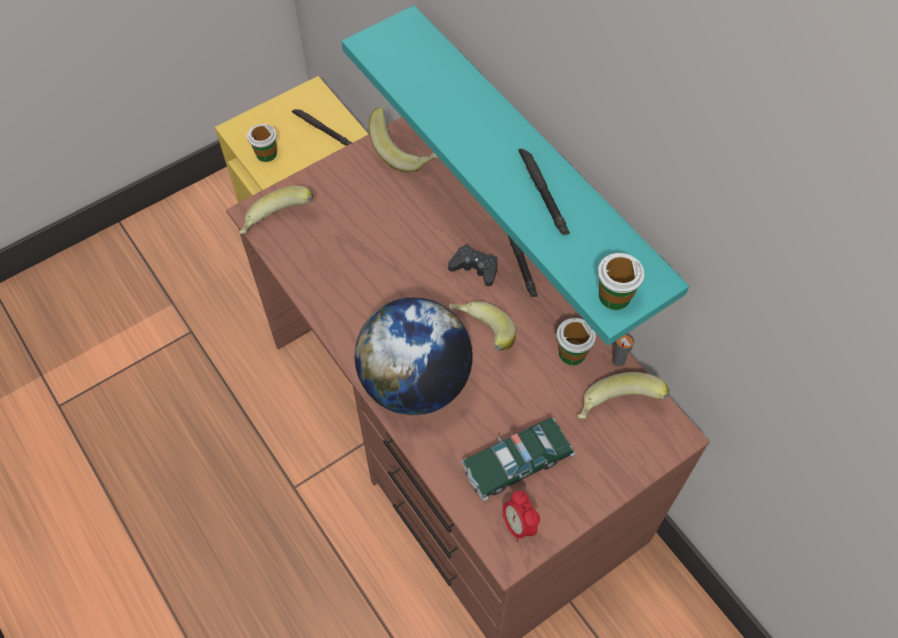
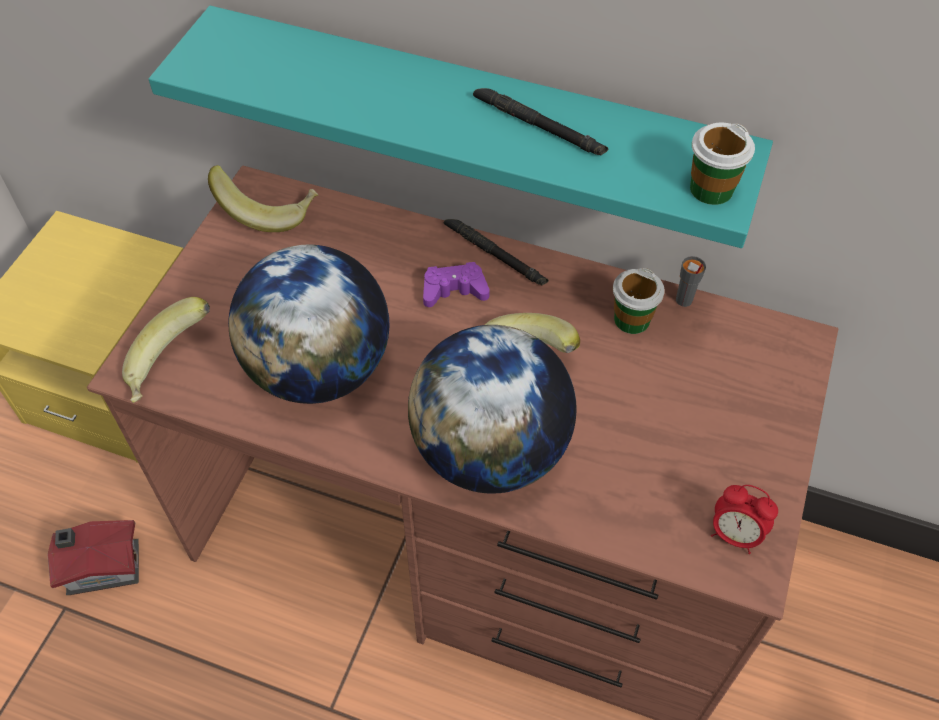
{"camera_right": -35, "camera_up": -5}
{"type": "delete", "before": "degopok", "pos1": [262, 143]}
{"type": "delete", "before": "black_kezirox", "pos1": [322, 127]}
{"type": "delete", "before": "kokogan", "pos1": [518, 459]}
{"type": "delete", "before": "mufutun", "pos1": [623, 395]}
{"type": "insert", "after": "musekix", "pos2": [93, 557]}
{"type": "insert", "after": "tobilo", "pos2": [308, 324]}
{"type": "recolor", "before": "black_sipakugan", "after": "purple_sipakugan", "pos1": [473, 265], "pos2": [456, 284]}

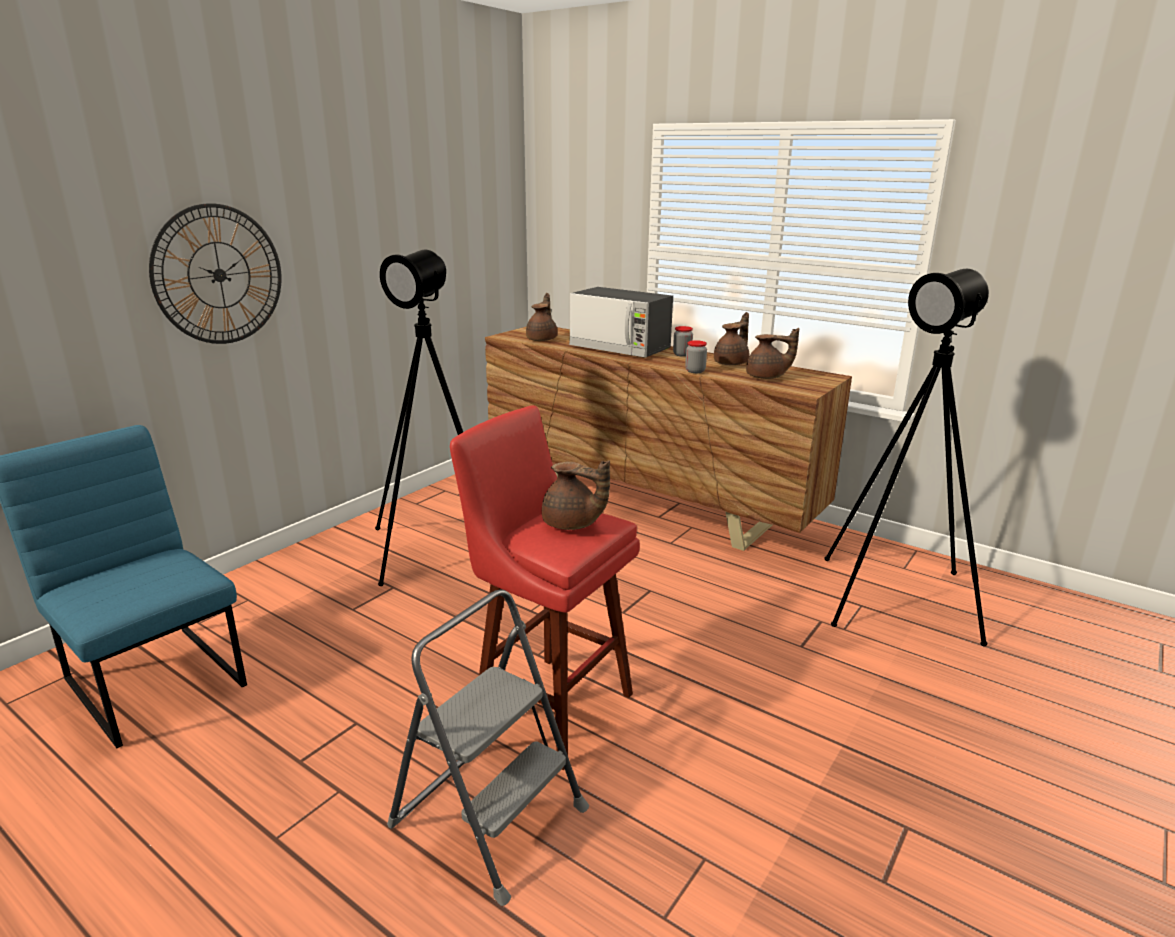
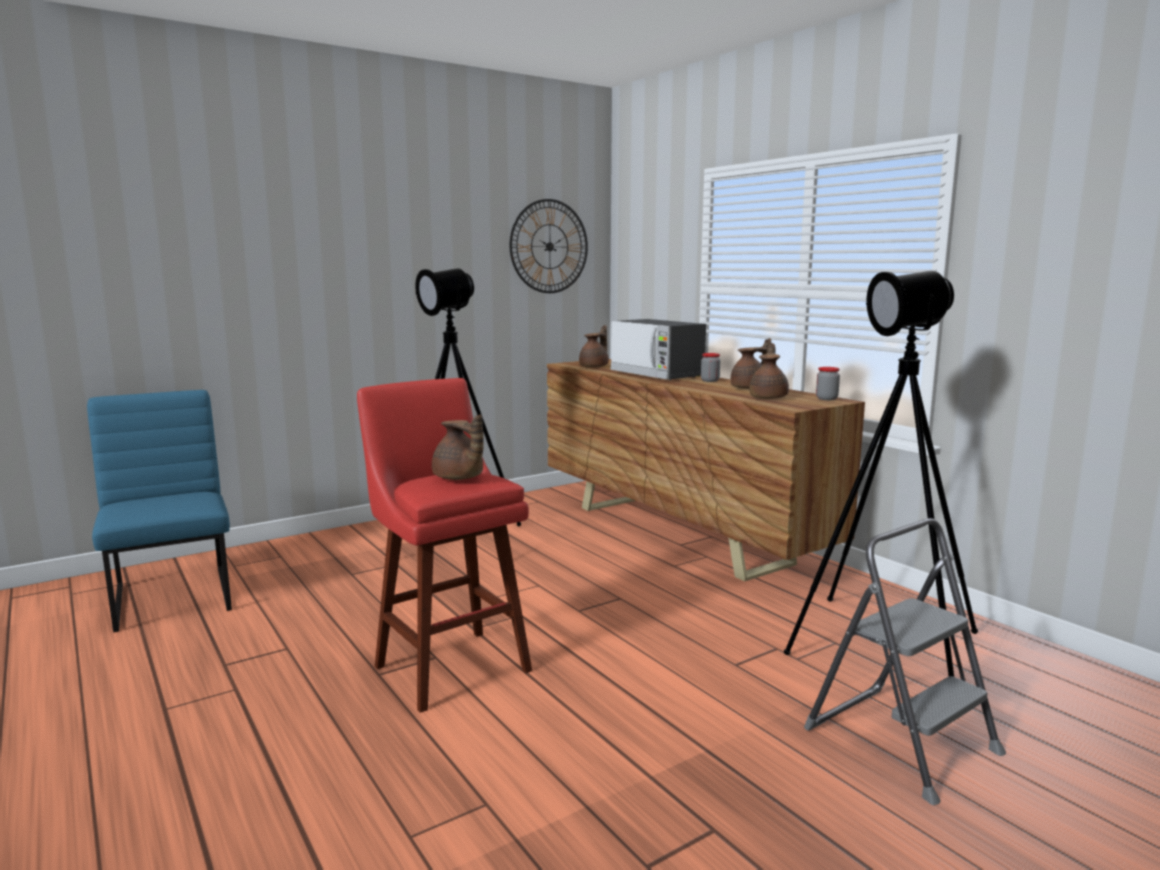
{"camera_right": 20, "camera_up": -10}
{"type": "move", "before": "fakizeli", "pos1": [215, 273], "pos2": [548, 246]}
{"type": "move", "before": "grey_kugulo", "pos1": [488, 747], "pos2": [905, 661]}
{"type": "move", "before": "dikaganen", "pos1": [696, 356], "pos2": [828, 383]}
{"type": "rotate", "before": "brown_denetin", "pos1": [772, 353], "pos2": [769, 371], "turn": -105}

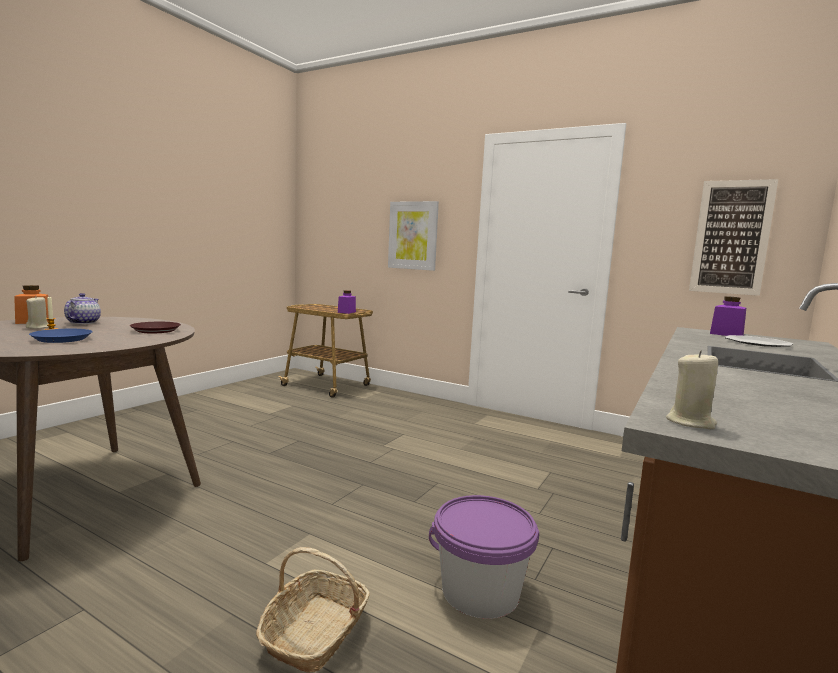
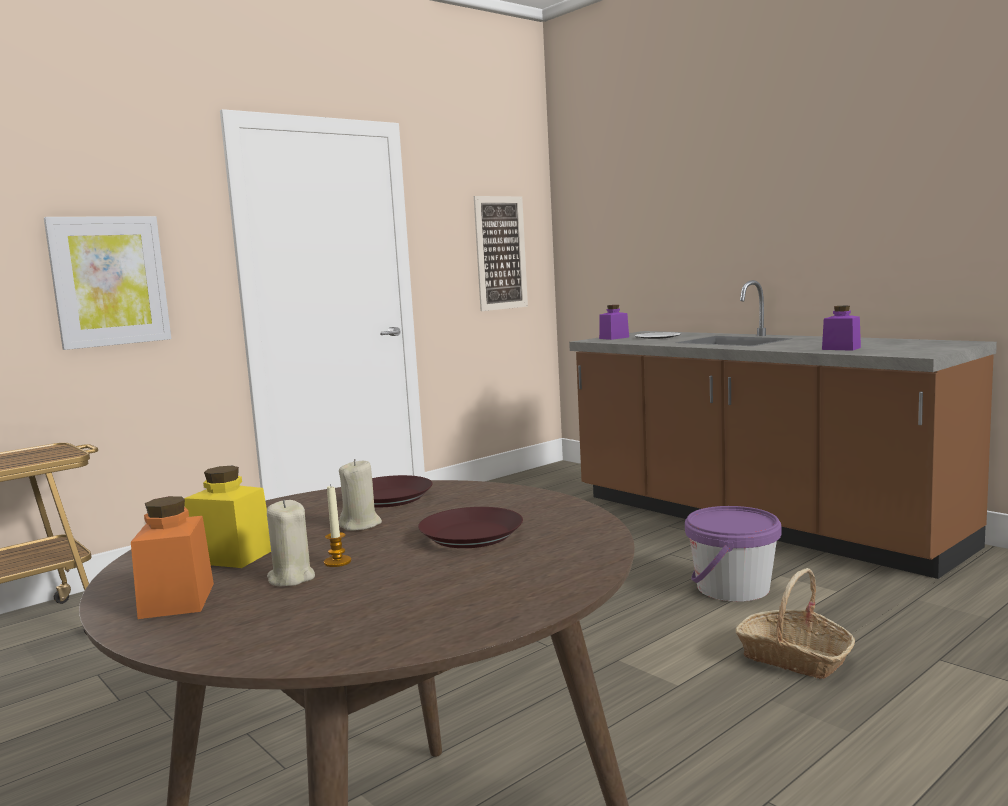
{"camera_right": -70, "camera_up": 0}
{"type": "move", "before": "purple_dikaganen", "pos1": [347, 302], "pos2": [841, 328]}
{"type": "move", "before": "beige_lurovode", "pos1": [692, 389], "pos2": [360, 495]}
{"type": "replace", "before": "denetin", "after": "yellow_dikaganen", "pos1": [82, 308], "pos2": [227, 517]}
{"type": "recolor", "before": "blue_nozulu", "after": "brown_nozulu", "pos1": [61, 336], "pos2": [470, 527]}

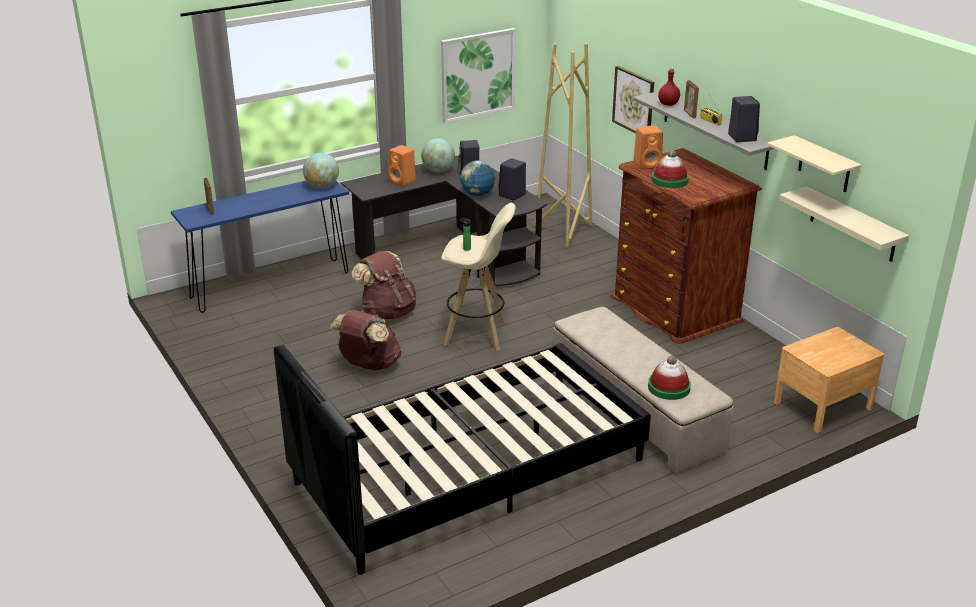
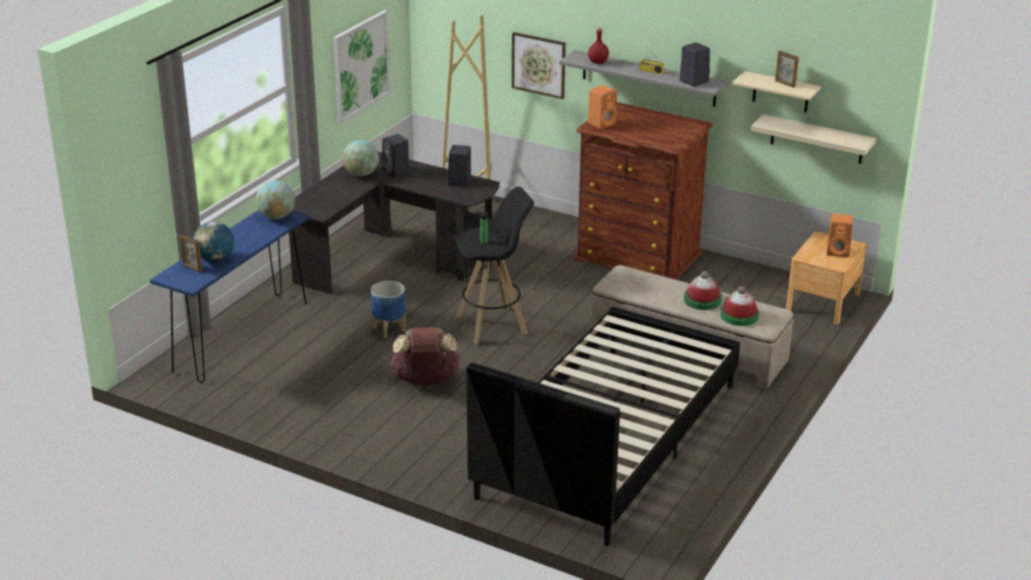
{"camera_right": -30, "camera_up": 0}
{"type": "move", "before": "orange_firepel", "pos1": [402, 165], "pos2": [839, 235]}
{"type": "move", "before": "tobilo", "pos1": [477, 178], "pos2": [214, 241]}
{"type": "move", "before": "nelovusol", "pos1": [670, 169], "pos2": [703, 290]}
{"type": "move", "before": "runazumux", "pos1": [691, 99], "pos2": [787, 69]}
{"type": "replace", "before": "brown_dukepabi", "after": "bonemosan", "pos1": [384, 285], "pos2": [388, 309]}
{"type": "recolor", "before": "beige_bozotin", "after": "black_bozotin", "pos1": [478, 277], "pos2": [495, 266]}

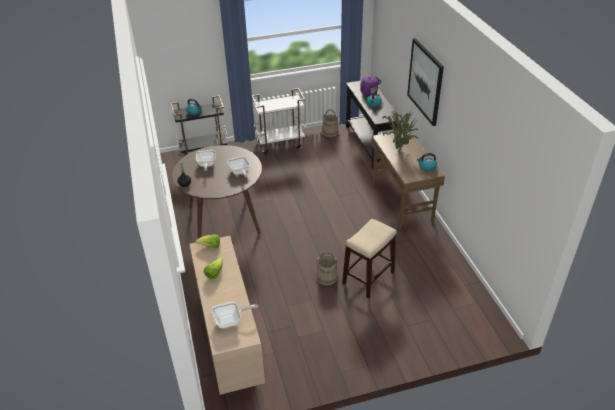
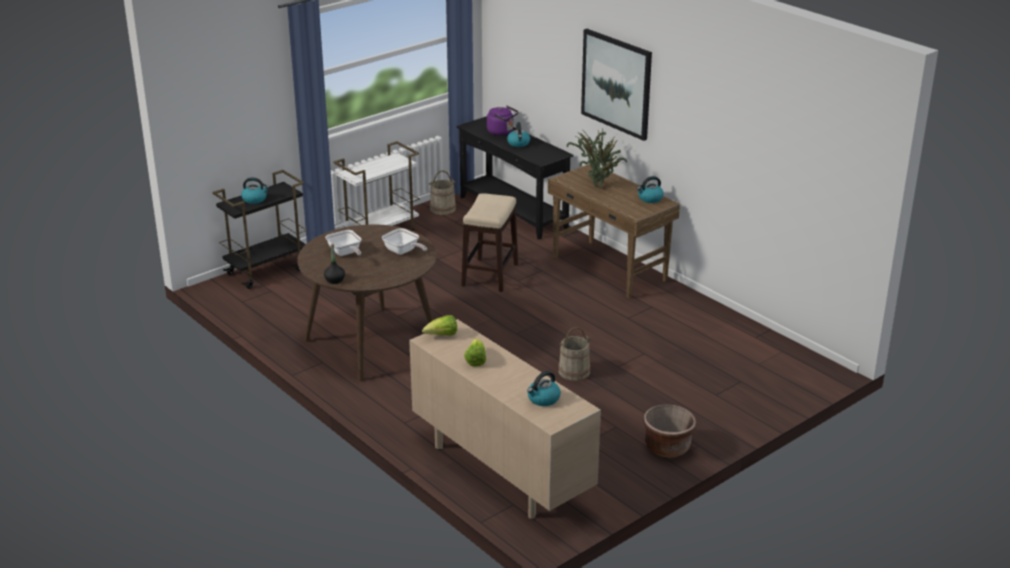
{"camera_right": -25, "camera_up": -10}
{"type": "insert", "after": "brown_bonemosan", "pos2": [670, 431]}
{"type": "move", "before": "bozotin", "pos1": [369, 259], "pos2": [489, 242]}
{"type": "replace", "before": "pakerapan", "after": "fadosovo", "pos1": [235, 315], "pos2": [544, 388]}

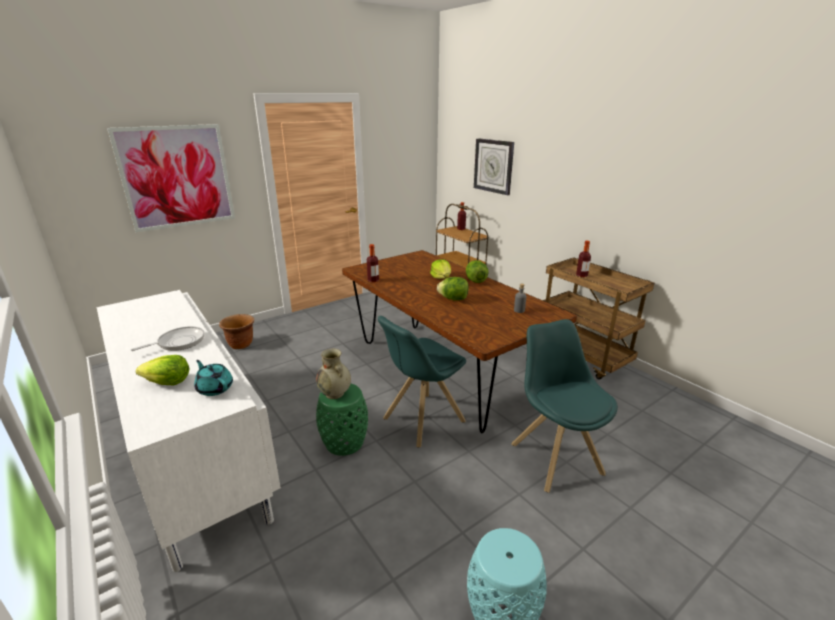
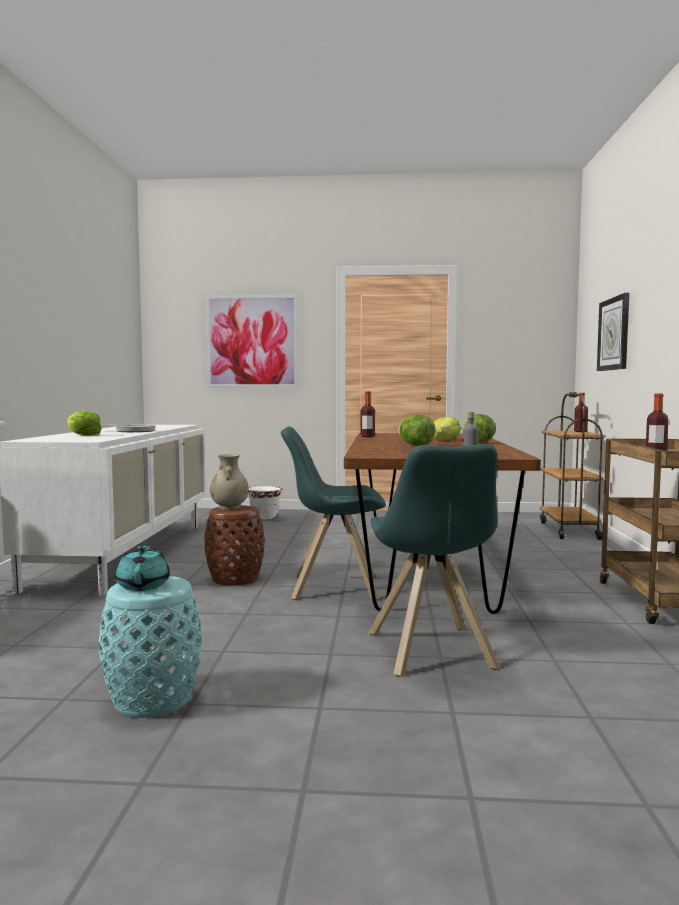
{"camera_right": 40, "camera_up": -20}
{"type": "move", "before": "turquoise_denetin", "pos1": [213, 378], "pos2": [143, 567]}
{"type": "recolor", "before": "brown_bonemosan", "after": "white_bonemosan", "pos1": [236, 331], "pos2": [265, 503]}
{"type": "recolor", "before": "green_bozotin", "after": "brown_bozotin", "pos1": [342, 420], "pos2": [234, 545]}
{"type": "rotate", "before": "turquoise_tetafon", "pos1": [564, 406], "pos2": [433, 560], "turn": 150}

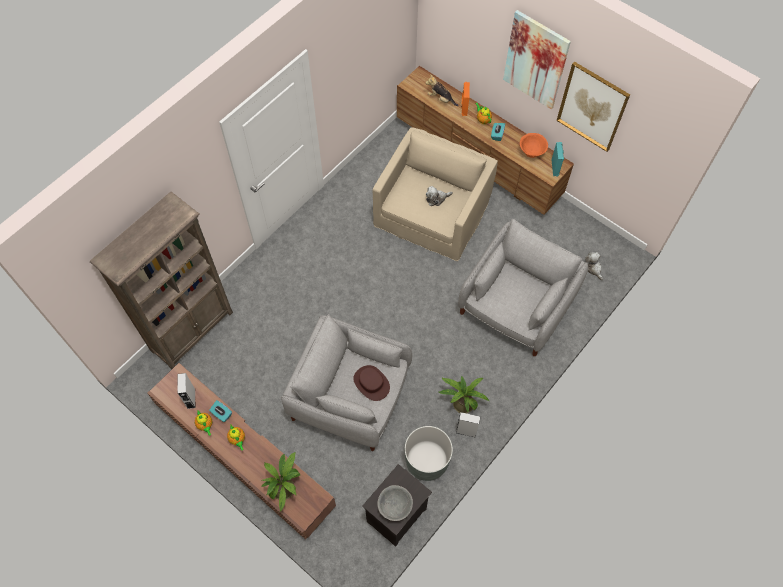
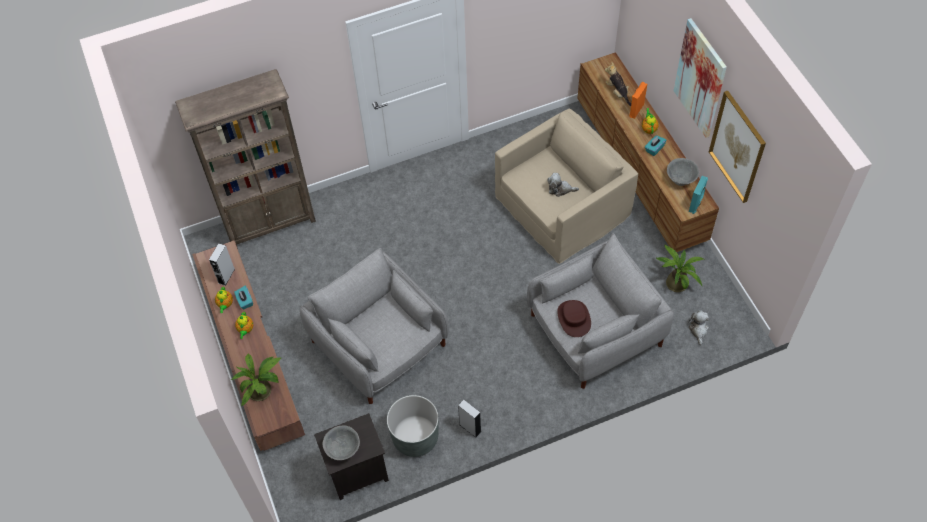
{"camera_right": 30, "camera_up": -5}
{"type": "move", "before": "brown_nelovusol", "pos1": [371, 383], "pos2": [574, 318]}
{"type": "move", "before": "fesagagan", "pos1": [464, 394], "pos2": [680, 268]}
{"type": "recolor", "before": "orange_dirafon", "after": "grey_dirafon", "pos1": [534, 145], "pos2": [683, 172]}

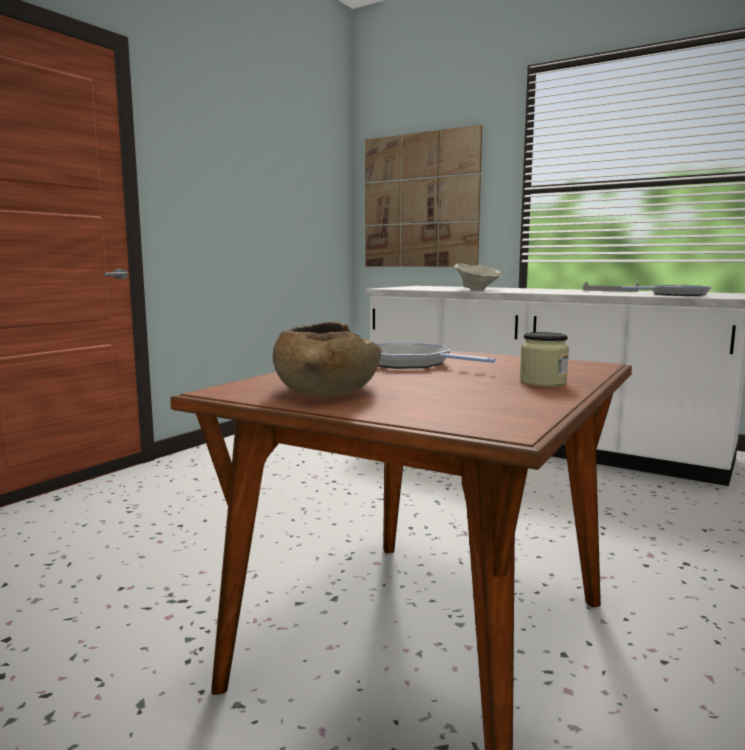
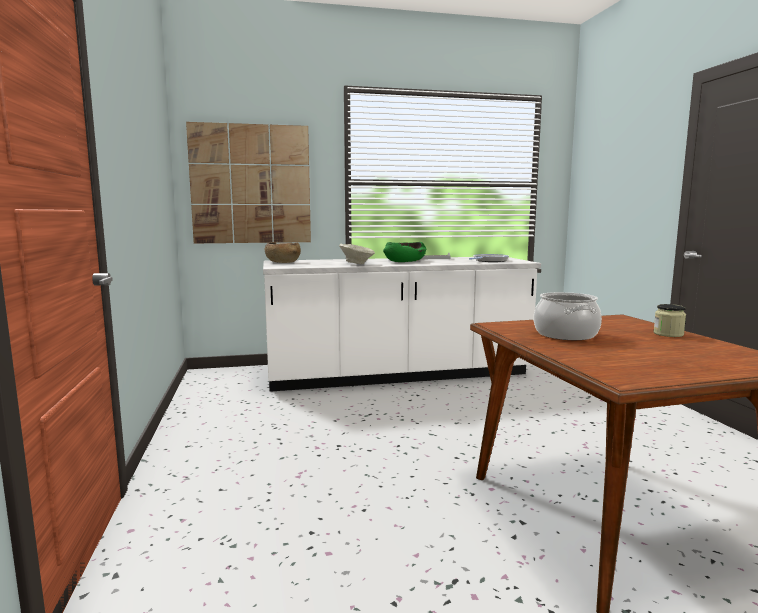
{"camera_right": -45, "camera_up": 0}
{"type": "insert", "after": "green_dirafon", "pos2": [404, 252]}
{"type": "move", "before": "brown_dirafon", "pos1": [327, 359], "pos2": [283, 252]}
{"type": "replace", "before": "pakerapan", "after": "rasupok", "pos1": [436, 356], "pos2": [568, 316]}

